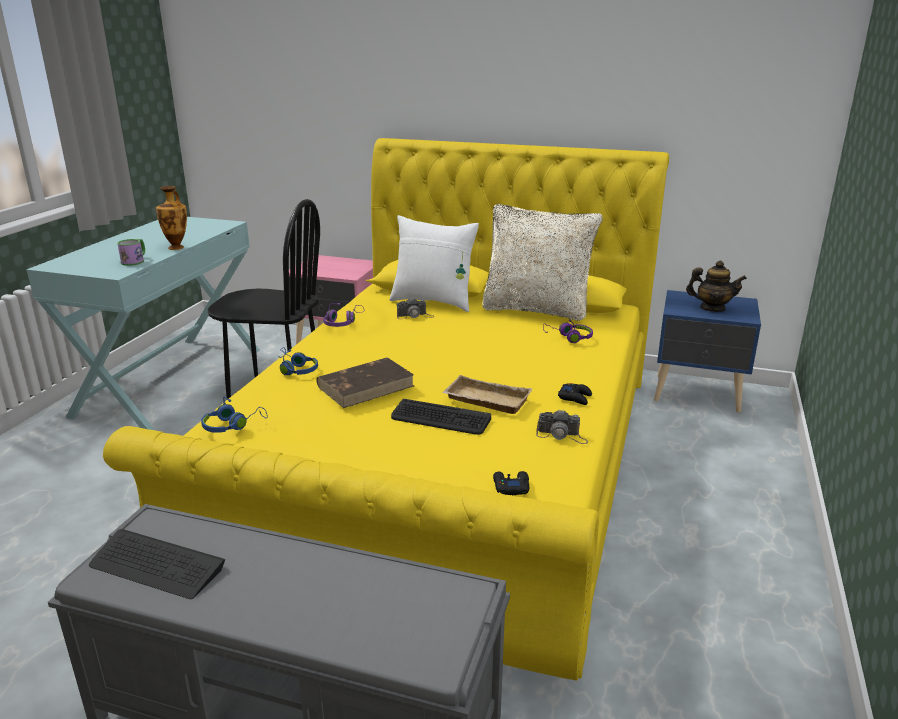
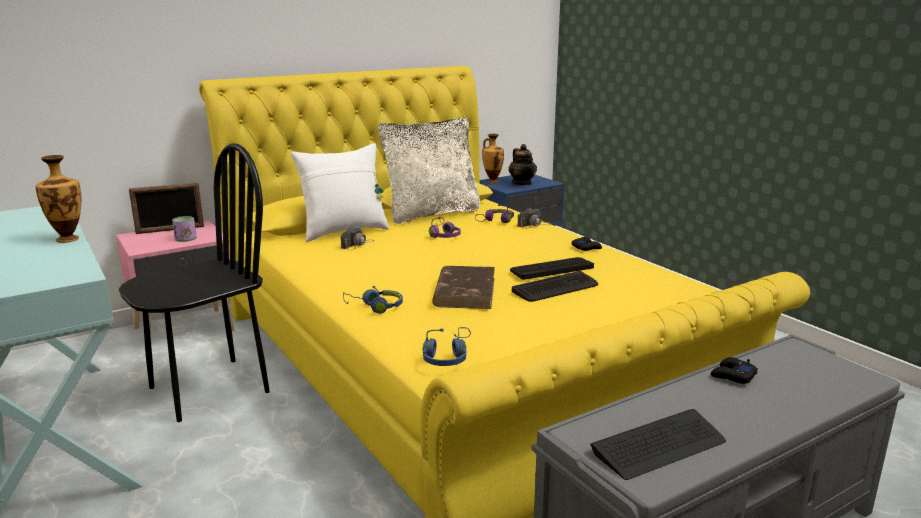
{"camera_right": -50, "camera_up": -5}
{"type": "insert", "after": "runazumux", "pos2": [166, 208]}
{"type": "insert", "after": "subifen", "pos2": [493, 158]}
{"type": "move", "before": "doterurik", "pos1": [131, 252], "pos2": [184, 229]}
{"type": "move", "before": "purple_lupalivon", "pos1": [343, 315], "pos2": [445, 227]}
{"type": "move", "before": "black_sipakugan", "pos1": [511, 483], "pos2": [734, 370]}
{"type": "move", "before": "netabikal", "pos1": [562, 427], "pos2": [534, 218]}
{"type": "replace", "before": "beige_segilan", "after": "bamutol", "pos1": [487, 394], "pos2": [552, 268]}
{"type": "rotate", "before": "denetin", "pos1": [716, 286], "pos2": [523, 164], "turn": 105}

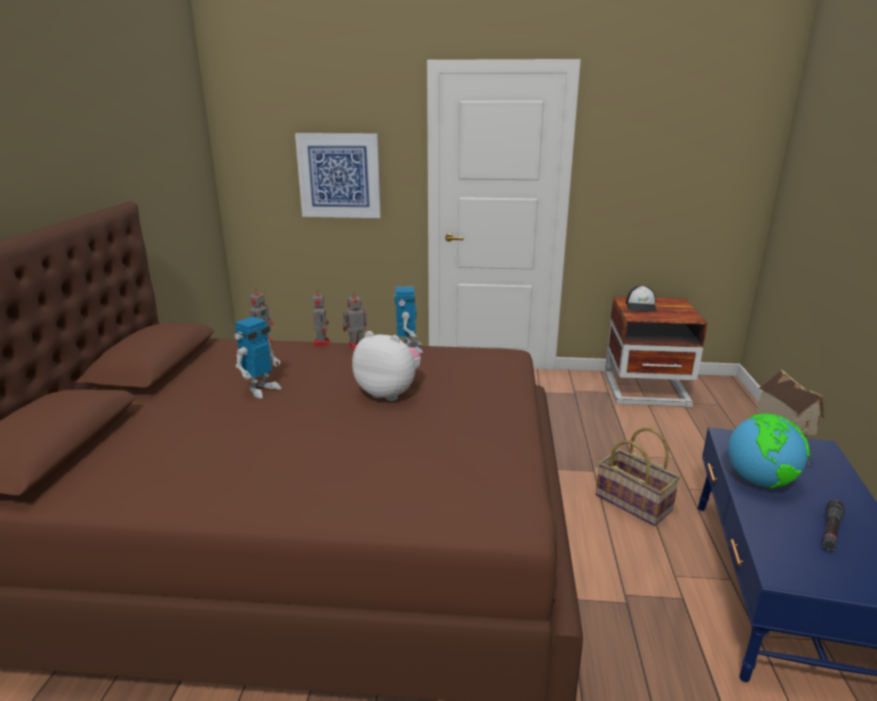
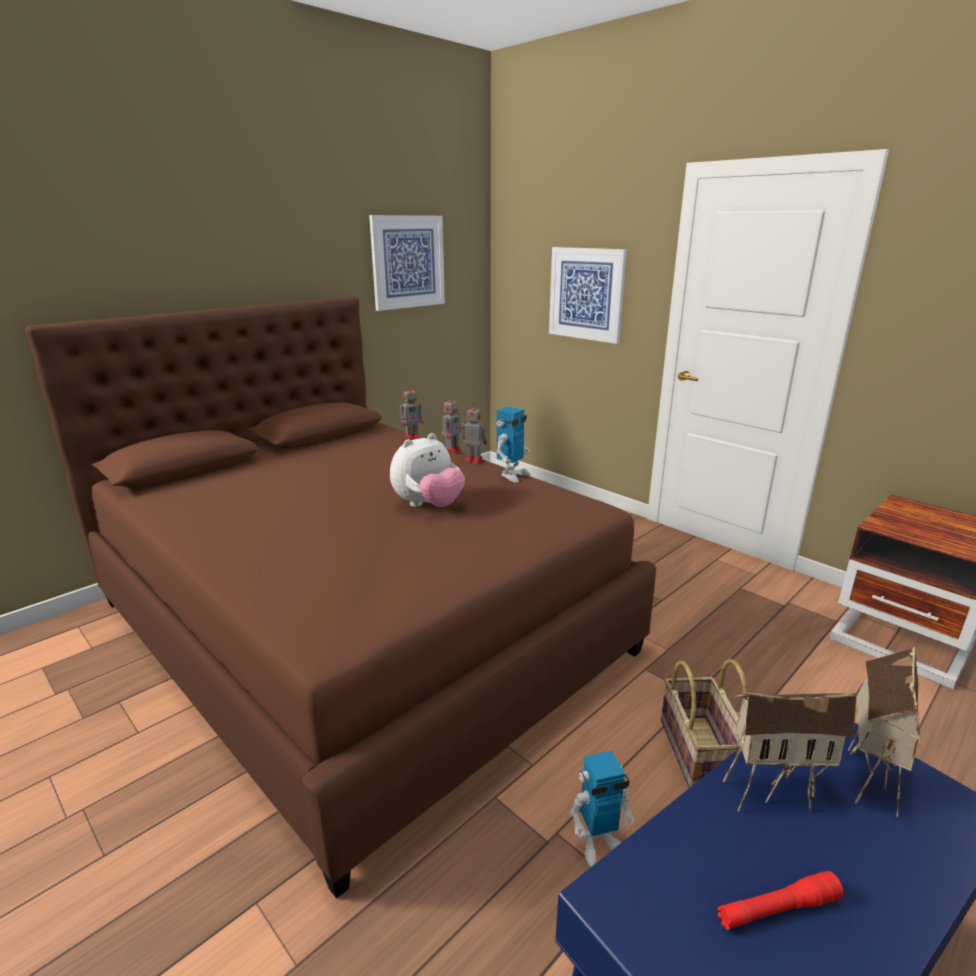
{"camera_right": 40, "camera_up": 0}
{"type": "delete", "before": "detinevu", "pos1": [641, 299]}
{"type": "insert", "after": "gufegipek", "pos2": [407, 263]}
{"type": "move", "before": "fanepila", "pos1": [258, 358], "pos2": [602, 809]}
{"type": "replace", "before": "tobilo", "after": "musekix", "pos1": [769, 451], "pos2": [790, 752]}
{"type": "recolor", "before": "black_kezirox", "after": "red_kezirox", "pos1": [833, 525], "pos2": [780, 900]}
{"type": "rotate", "before": "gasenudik", "pos1": [386, 366], "pos2": [427, 470], "turn": 75}

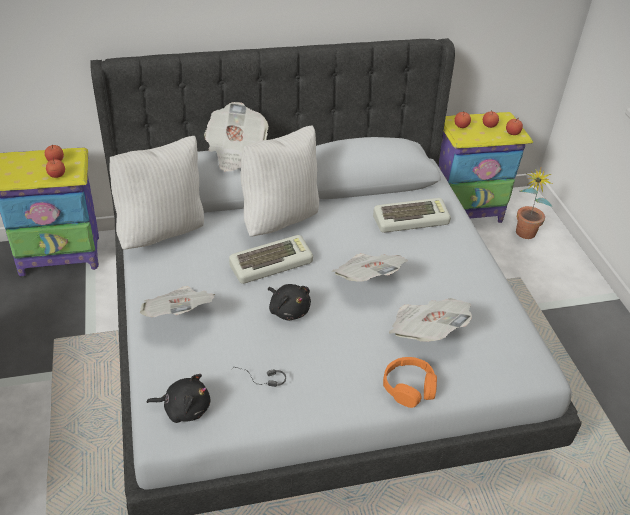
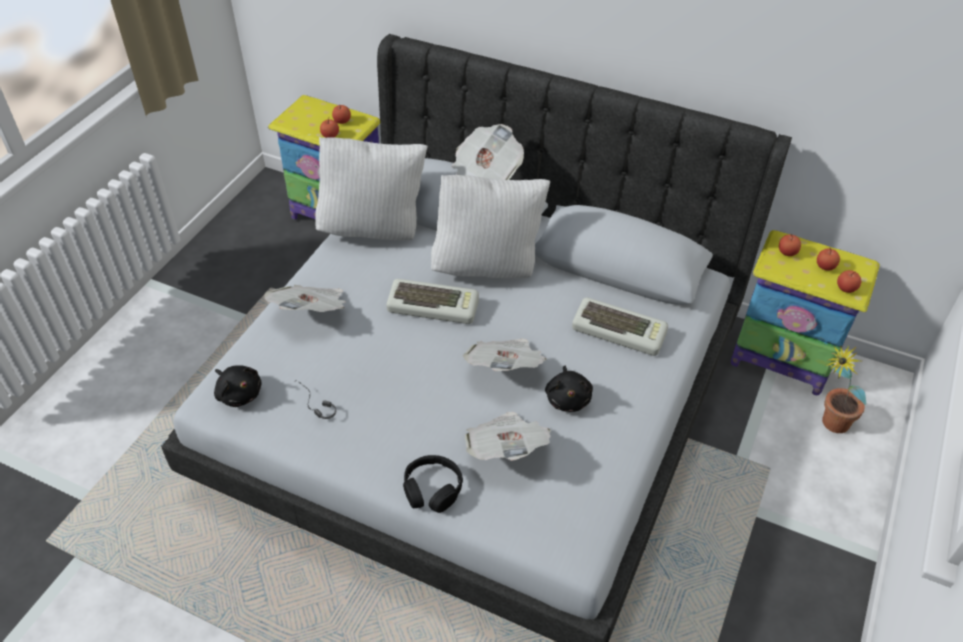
{"camera_right": 40, "camera_up": 5}
{"type": "move", "before": "black_gasenudik", "pos1": [289, 302], "pos2": [569, 389]}
{"type": "recolor", "before": "orange_lupalivon", "after": "black_lupalivon", "pos1": [410, 382], "pos2": [433, 484]}

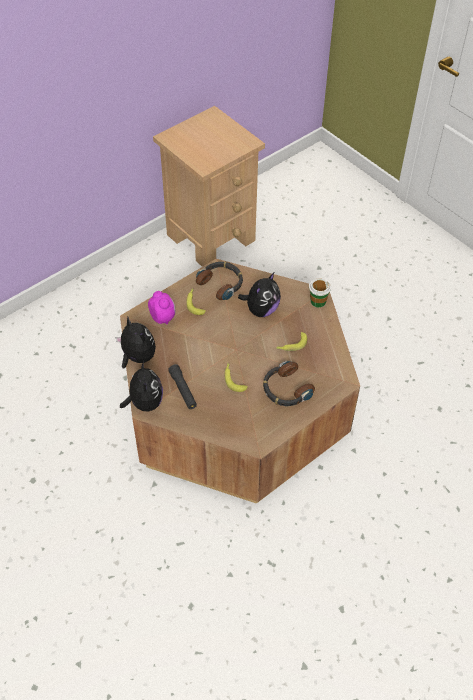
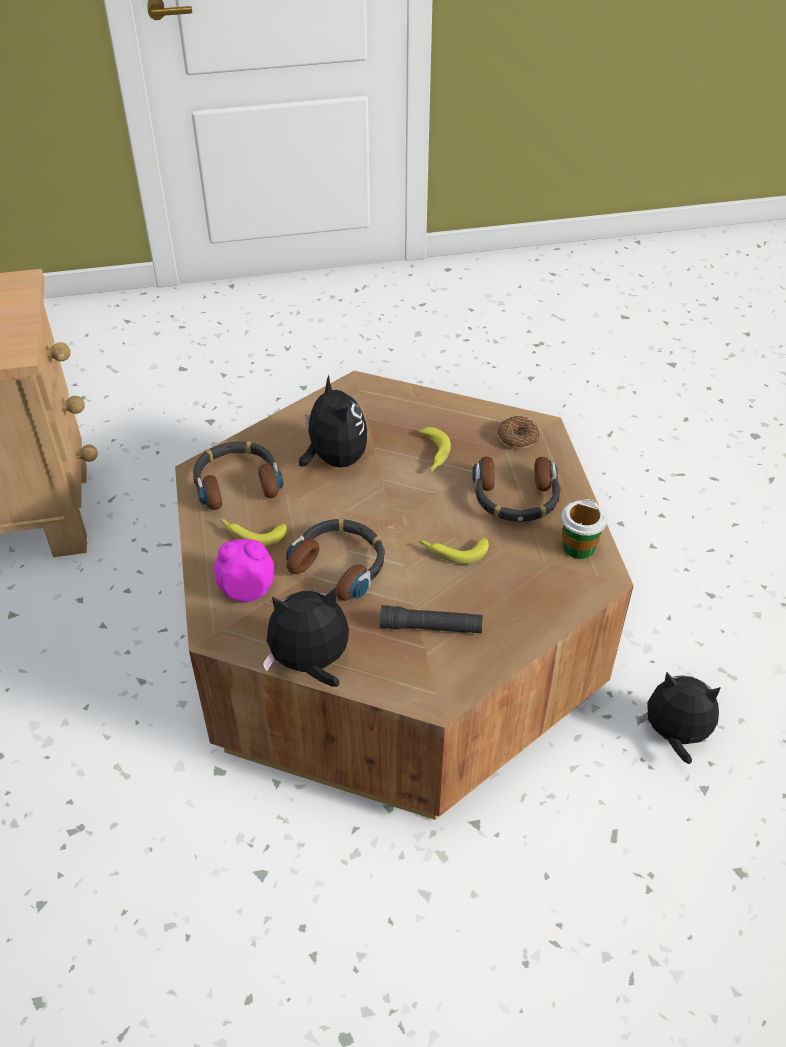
{"camera_right": -60, "camera_up": -5}
{"type": "insert", "after": "lupalivon", "pos2": [335, 559]}
{"type": "insert", "after": "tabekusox", "pos2": [518, 433]}
{"type": "move", "before": "gasenudik", "pos1": [141, 386], "pos2": [679, 718]}
{"type": "move", "before": "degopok", "pos1": [320, 292], "pos2": [584, 529]}

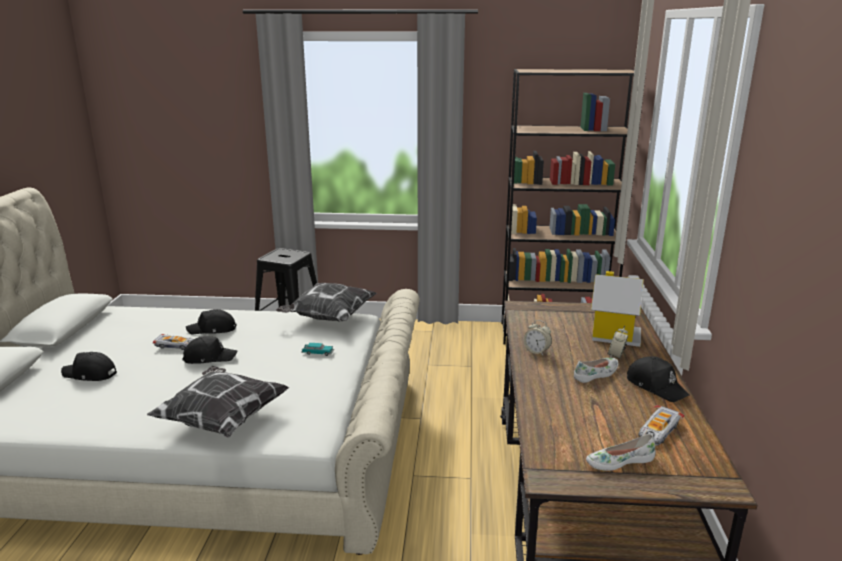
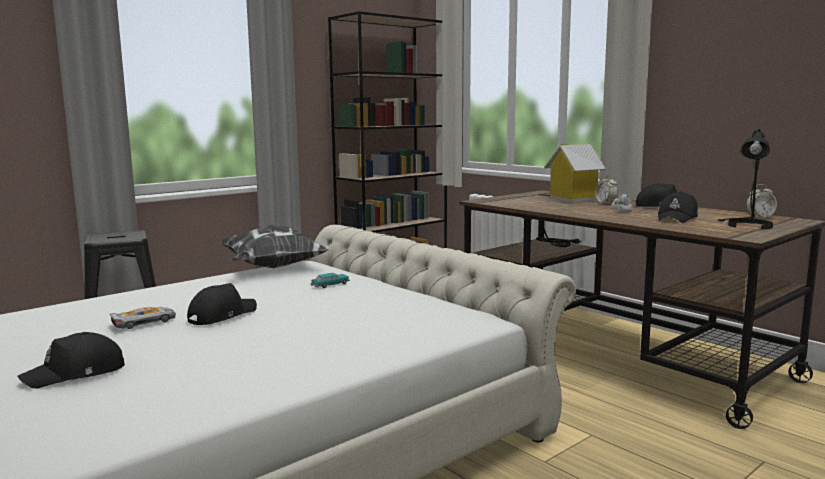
{"camera_right": -45, "camera_up": -10}
{"type": "delete", "before": "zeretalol", "pos1": [218, 402]}
{"type": "delete", "before": "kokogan", "pos1": [661, 425]}
{"type": "move", "before": "black_detinevu", "pos1": [211, 322], "pos2": [678, 207]}
{"type": "move", "before": "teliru", "pos1": [538, 337], "pos2": [761, 201]}
{"type": "replace", "before": "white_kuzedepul", "after": "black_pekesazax", "pos1": [621, 452], "pos2": [745, 179]}

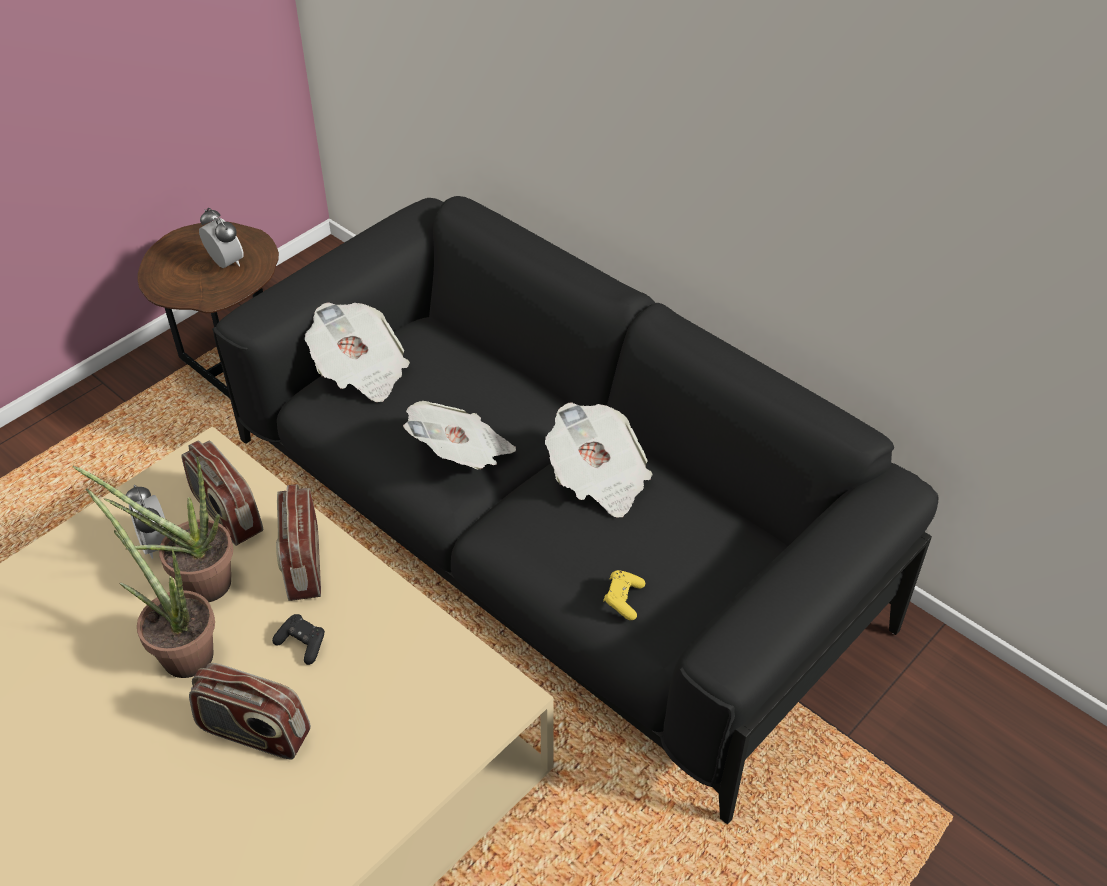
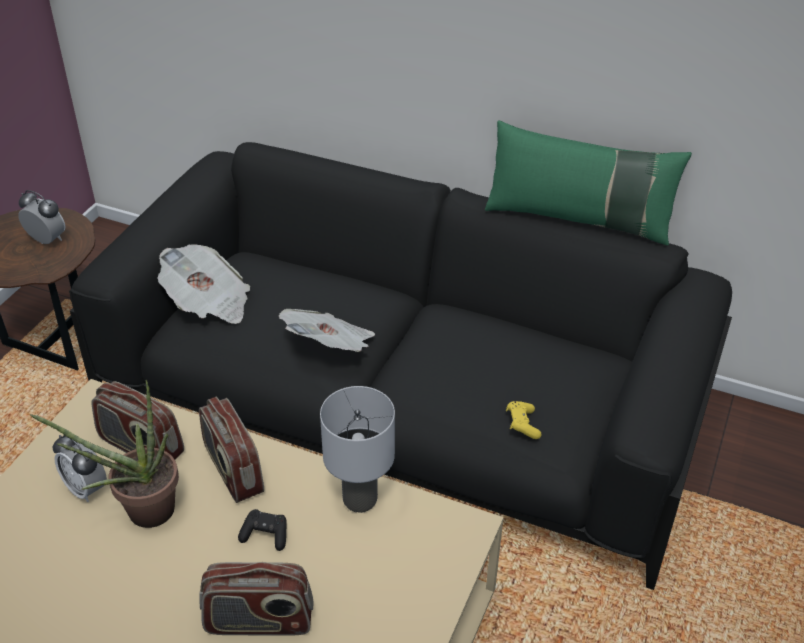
{"camera_right": -20, "camera_up": -5}
{"type": "delete", "before": "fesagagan", "pos1": [150, 583]}
{"type": "delete", "before": "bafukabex", "pos1": [599, 460]}
{"type": "insert", "after": "white_pekesazax", "pos2": [357, 449]}
{"type": "insert", "after": "green_zeretalol", "pos2": [588, 182]}

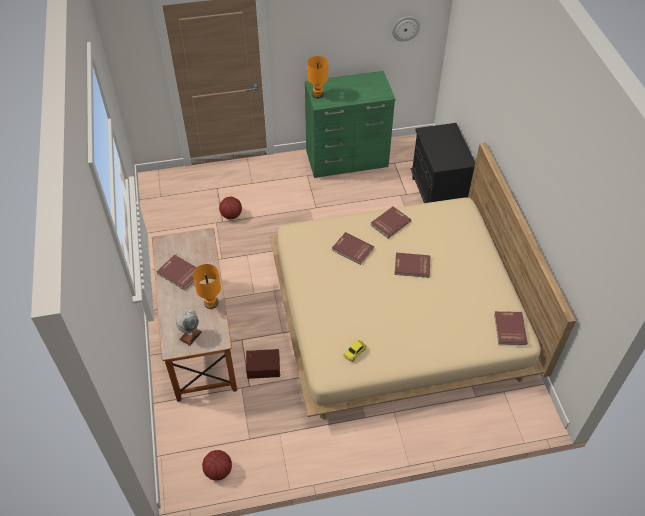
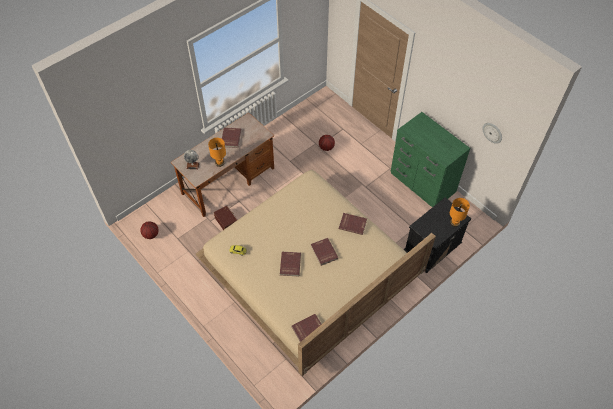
{"camera_right": 60, "camera_up": 5}
{"type": "move", "before": "orange_pekesazax", "pos1": [317, 77], "pos2": [460, 212]}
{"type": "move", "before": "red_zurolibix", "pos1": [353, 248], "pos2": [290, 264]}

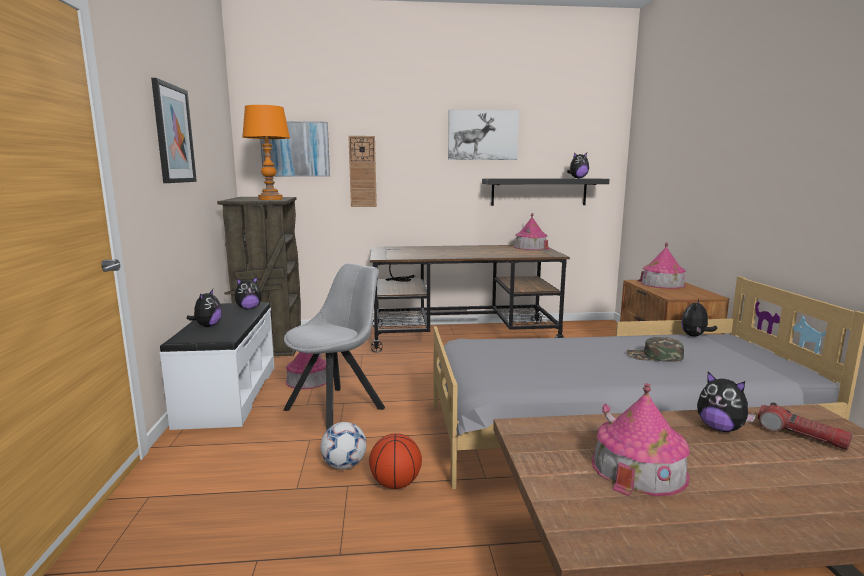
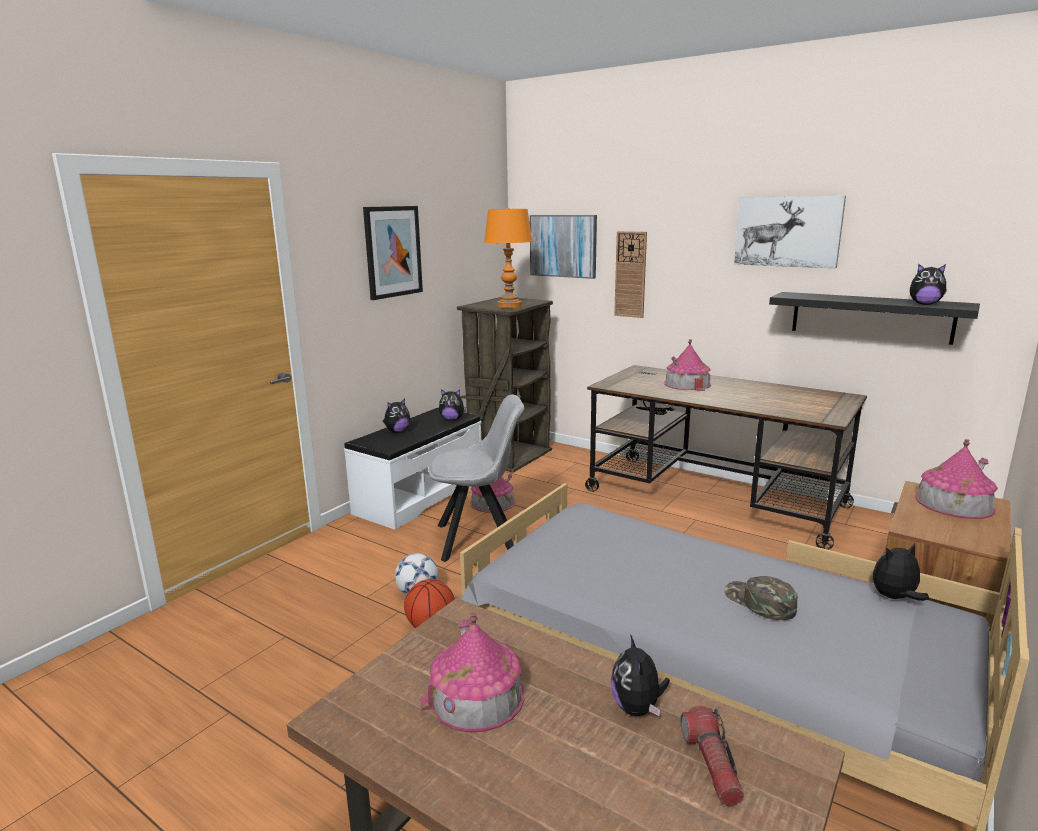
{"camera_right": 40, "camera_up": 5}
{"type": "move", "before": "musekix", "pos1": [532, 231], "pos2": [687, 365]}

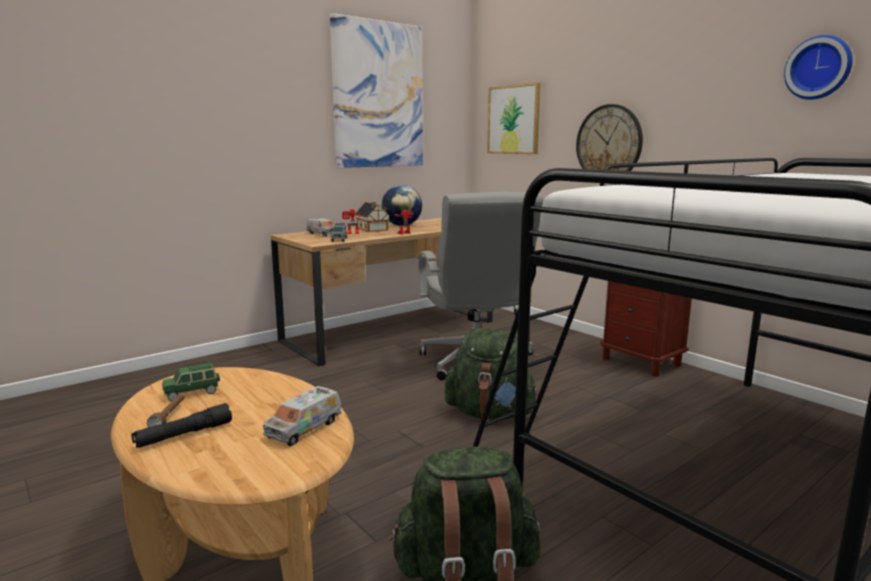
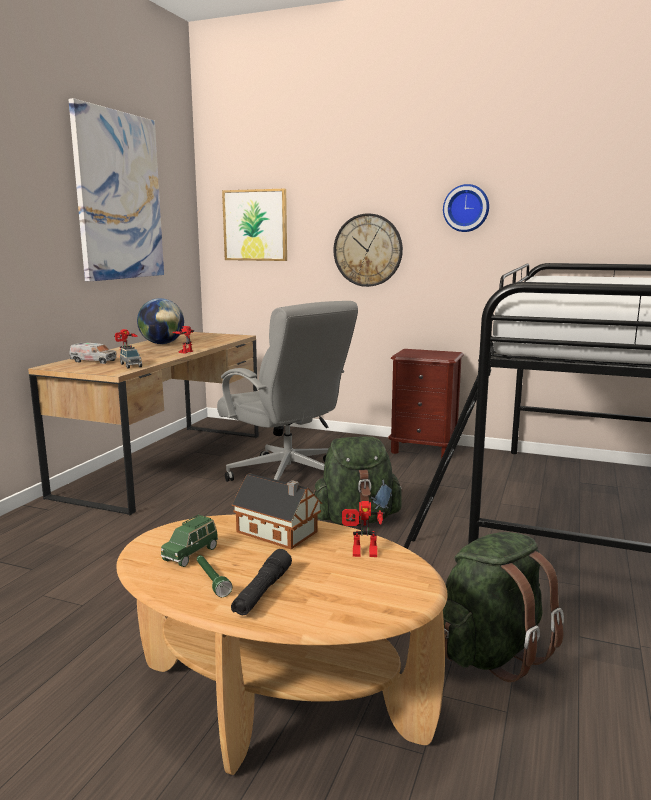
{"camera_right": -30, "camera_up": 0}
{"type": "move", "before": "musekix", "pos1": [372, 217], "pos2": [277, 511]}
{"type": "move", "before": "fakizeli", "pos1": [818, 67], "pos2": [466, 208]}
{"type": "replace", "before": "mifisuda", "after": "fanepila", "pos1": [302, 416], "pos2": [363, 529]}
{"type": "recolor", "before": "brown_kezirox", "after": "green_kezirox", "pos1": [165, 410], "pos2": [214, 576]}

